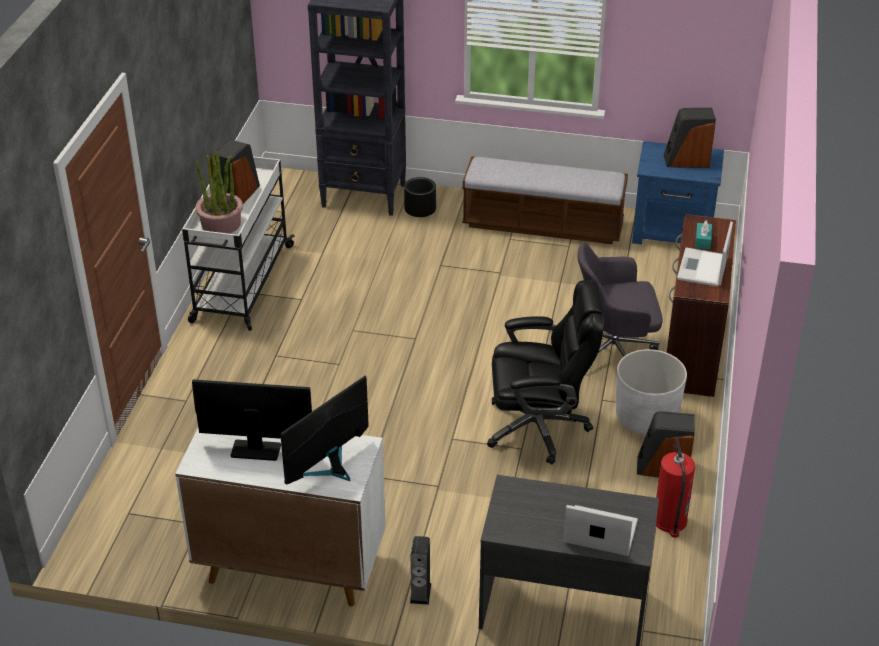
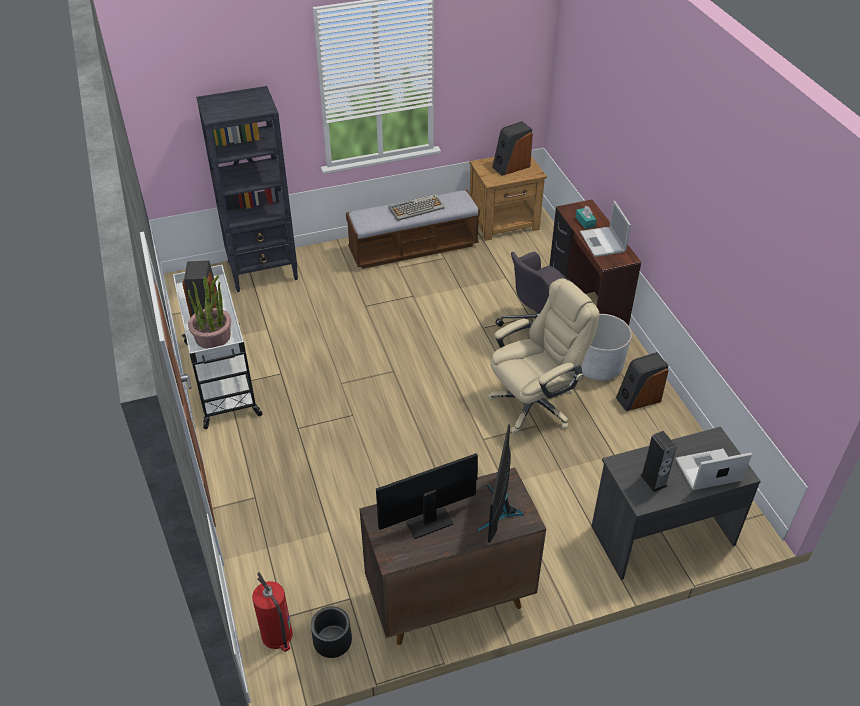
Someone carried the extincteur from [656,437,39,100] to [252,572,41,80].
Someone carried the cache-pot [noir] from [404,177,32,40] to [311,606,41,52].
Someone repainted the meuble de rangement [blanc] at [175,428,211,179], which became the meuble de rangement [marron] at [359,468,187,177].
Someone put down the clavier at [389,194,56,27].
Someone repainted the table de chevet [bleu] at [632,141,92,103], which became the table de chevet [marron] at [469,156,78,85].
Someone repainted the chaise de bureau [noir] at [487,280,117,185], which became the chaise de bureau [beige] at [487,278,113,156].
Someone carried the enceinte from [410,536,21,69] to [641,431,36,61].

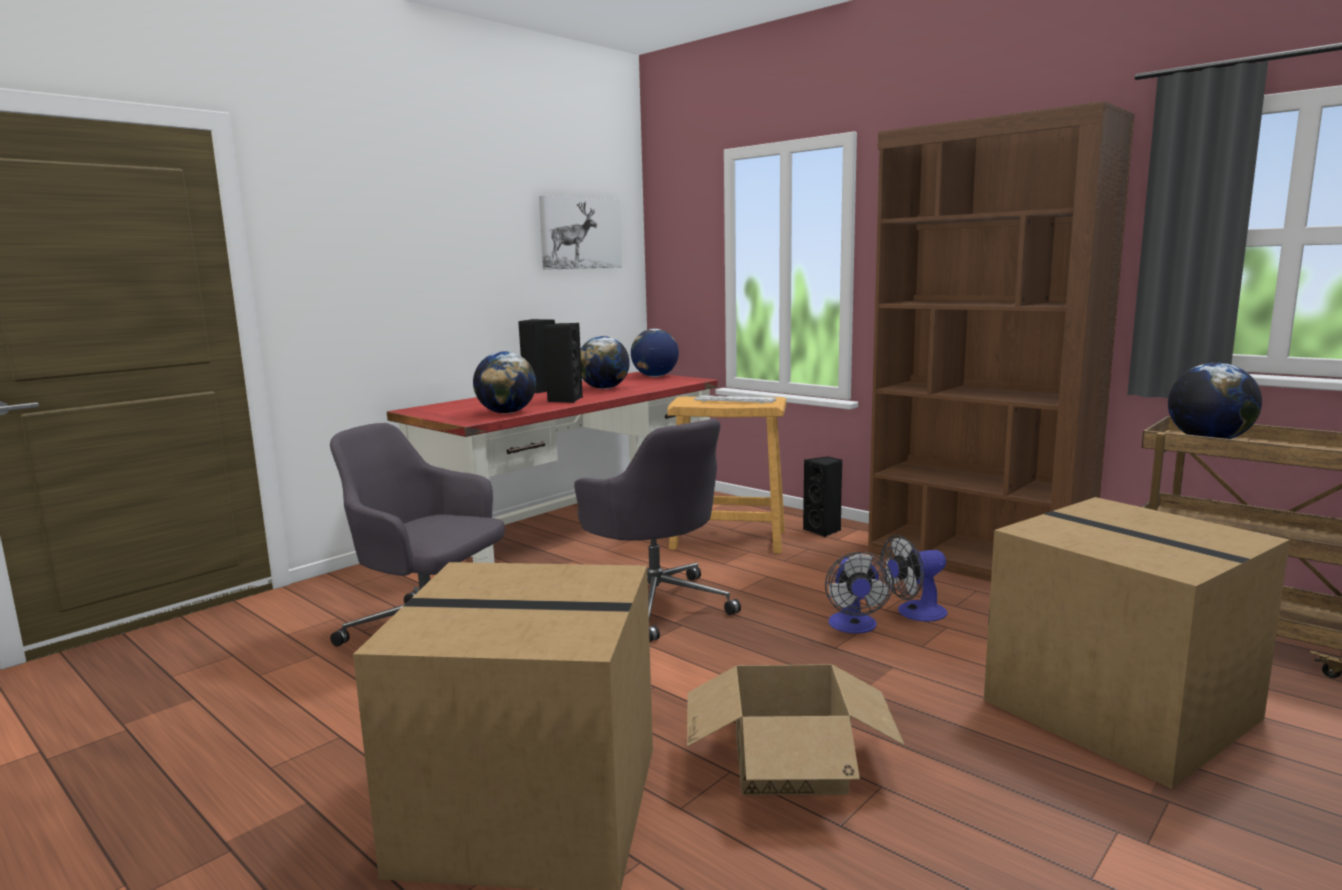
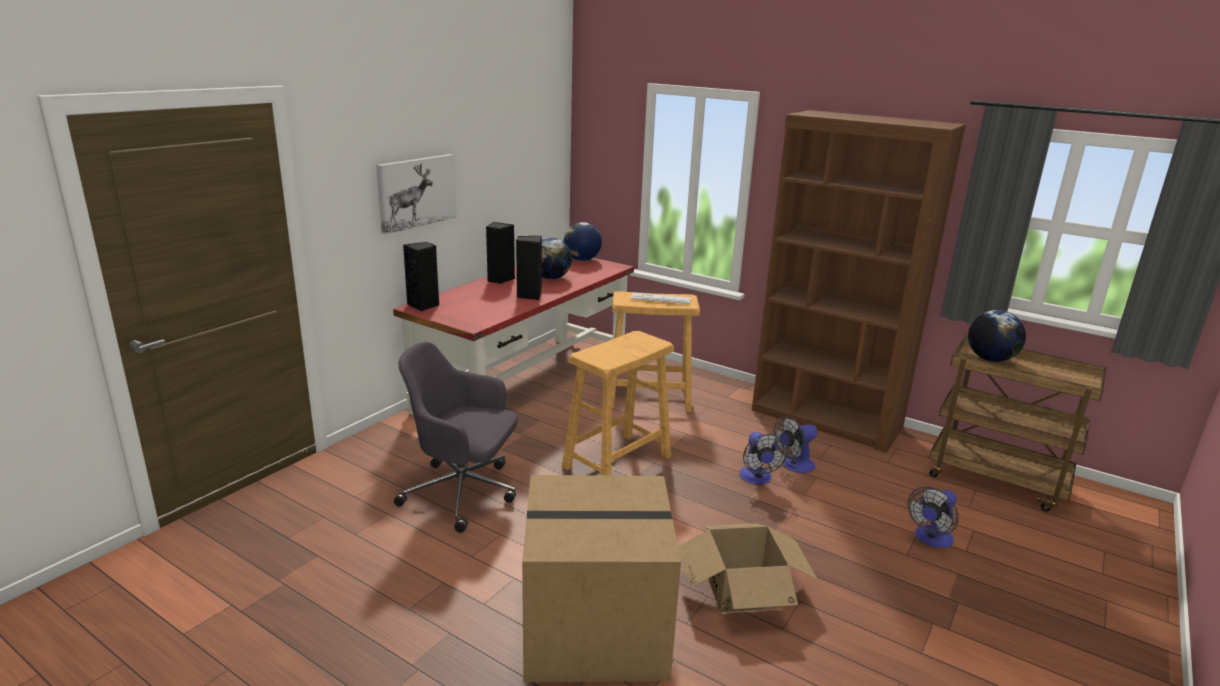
Someone carried the tableau from [539,196,83,74] to [376,154,81,80].
Someone carried the enceinte [noir] from [803,456,39,81] to [403,242,36,69].
Someone swapped the chaise de bureau [gris] at [574,419,167,223] for the tabouret [beige] at [562,331,112,145].
Someone swapped the carton at [984,497,306,292] for the ventilateur at [908,487,51,61].
Someone took away the globe at [473,351,63,63].

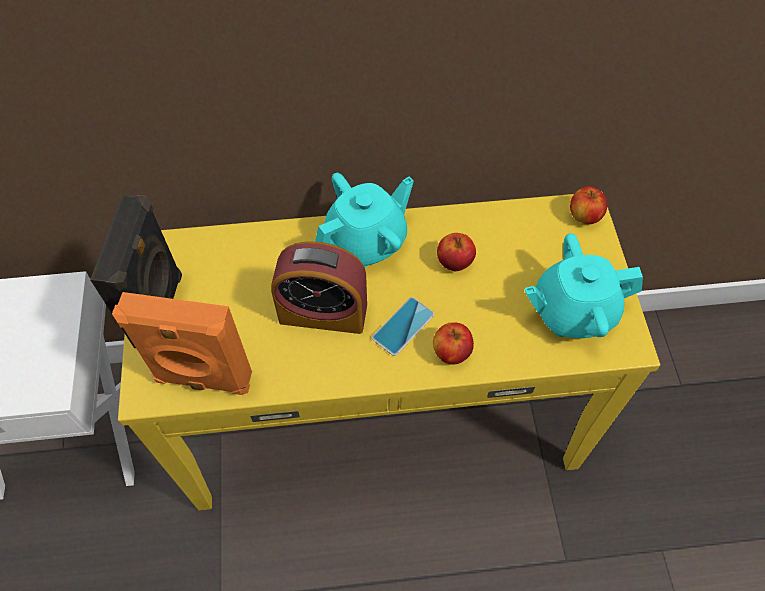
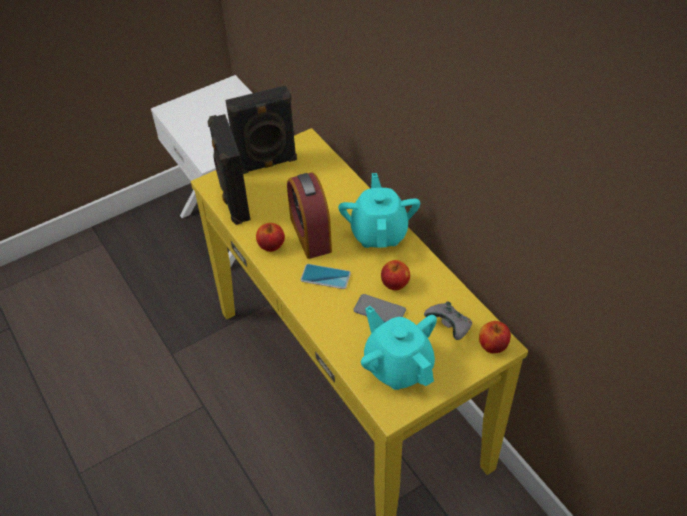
Someone repainted the enceinte [orange] at [112,292,140,103], which became the enceinte [noir] at [208,114,42,111].
Someone carried the pomme from [433,322,41,43] to [256,223,29,29].
Someone rotated the théière [turquoise] at [315,173,99,95] by 120 degrees counterclockwise.
Someone put down the téléphone at [353,294,53,28].
Someone put down the manette [gris] at [424,301,48,39].

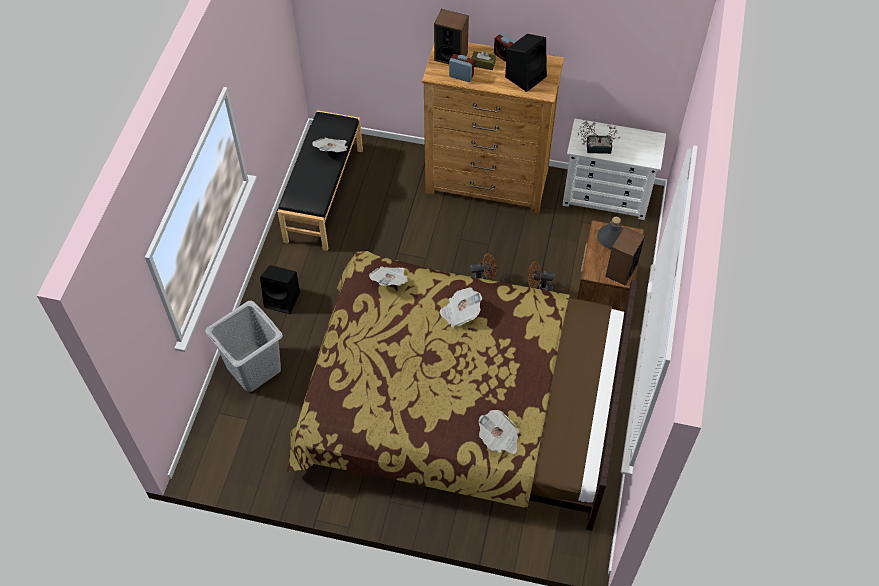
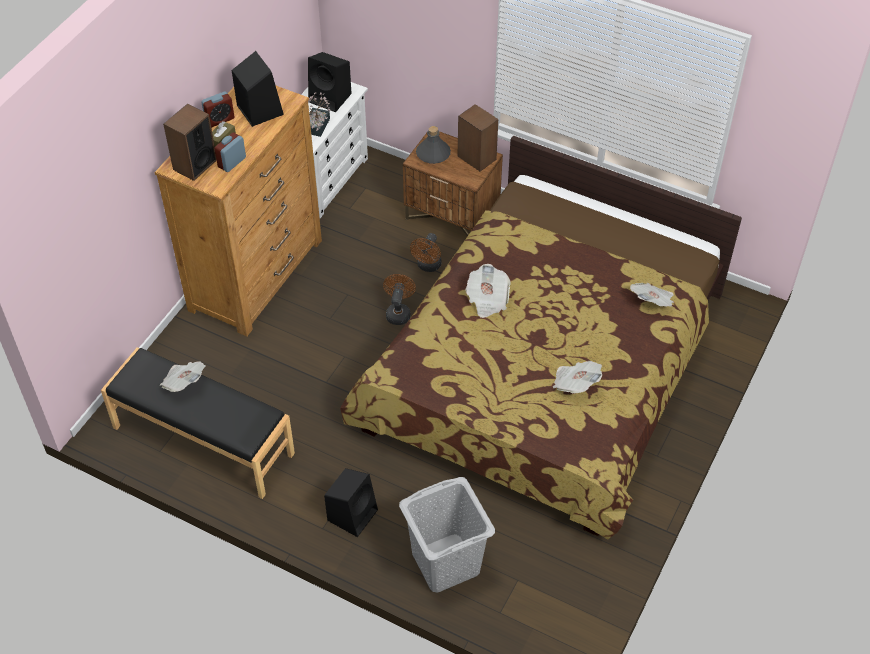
Someone put down the enceinte [noir] at [308,52,44,60].
Someone carried the journal from [369,266,39,20] to [553,361,49,32].

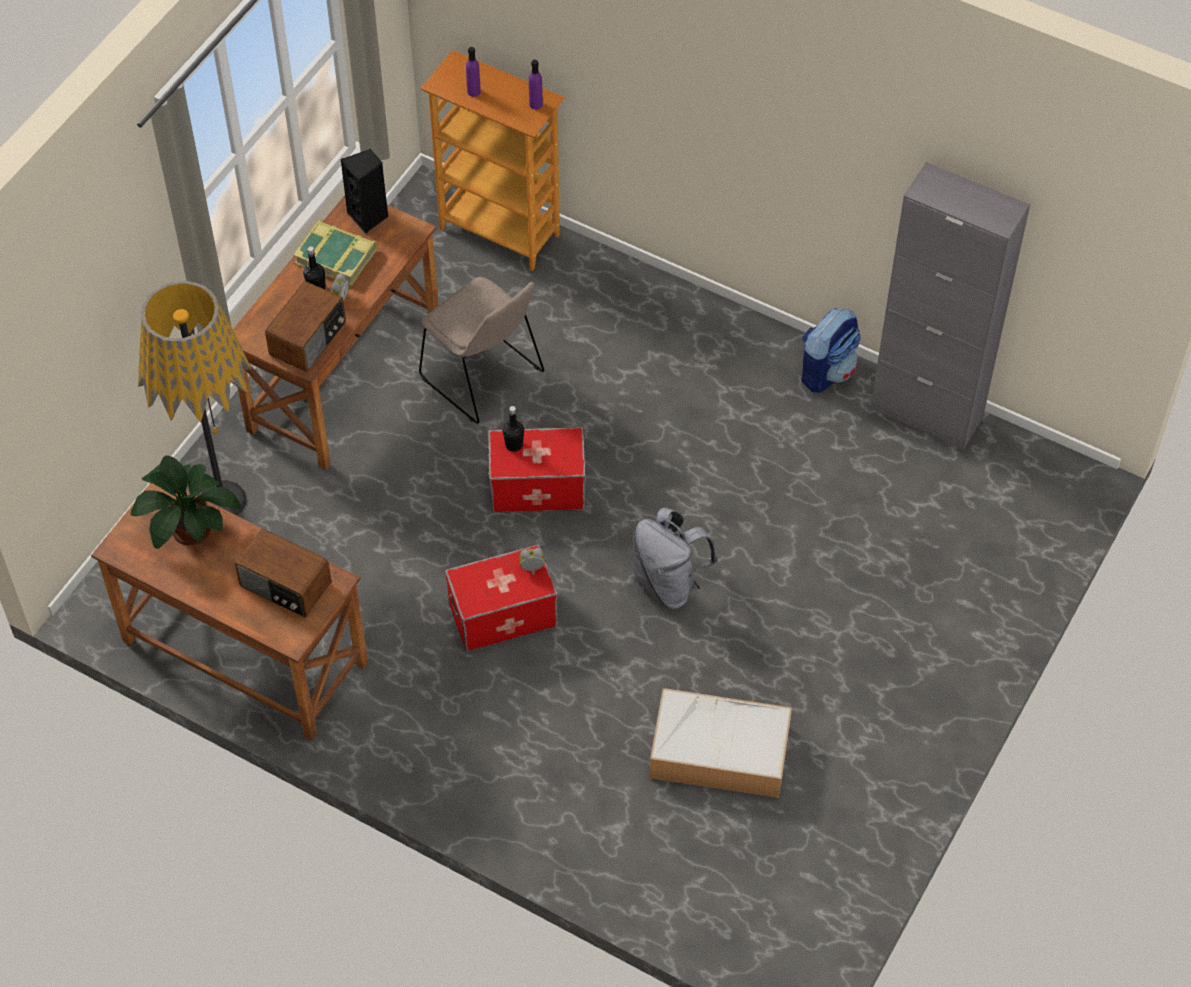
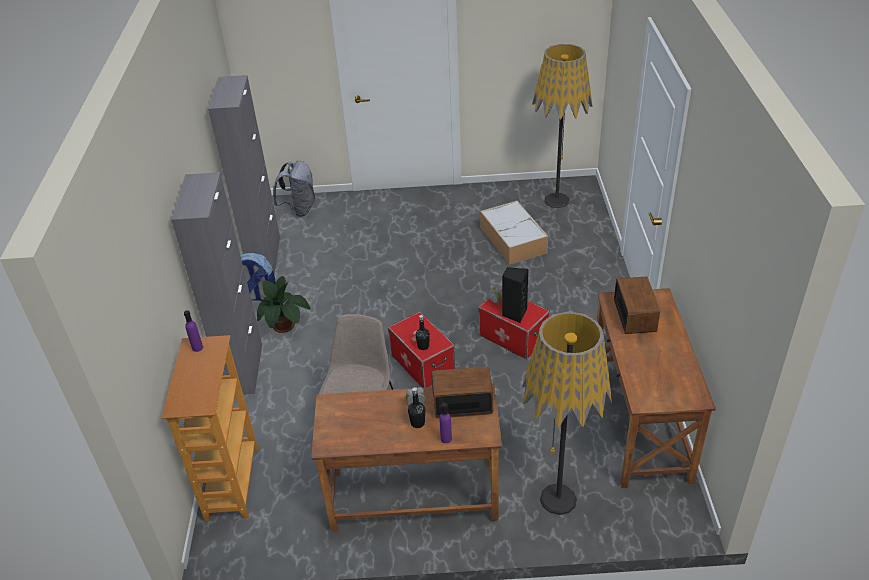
Someone put down the meuble de rangement [gris] at [171,172,91,223].
Someone carried the plante en pot from [131,455,110,94] to [257,276,53,57].
Someone carried the sac à dos [gris] from [633,508,85,101] to [273,161,42,56].
Someone carried the bouteille [violet] from [466,47,15,50] to [440,403,12,40].
Someone carried the enceinte [noir] from [340,149,49,85] to [502,267,26,56].
Someone put down the lampadaire at [532,44,61,164].
Someone took away the livre at [294,220,83,66].

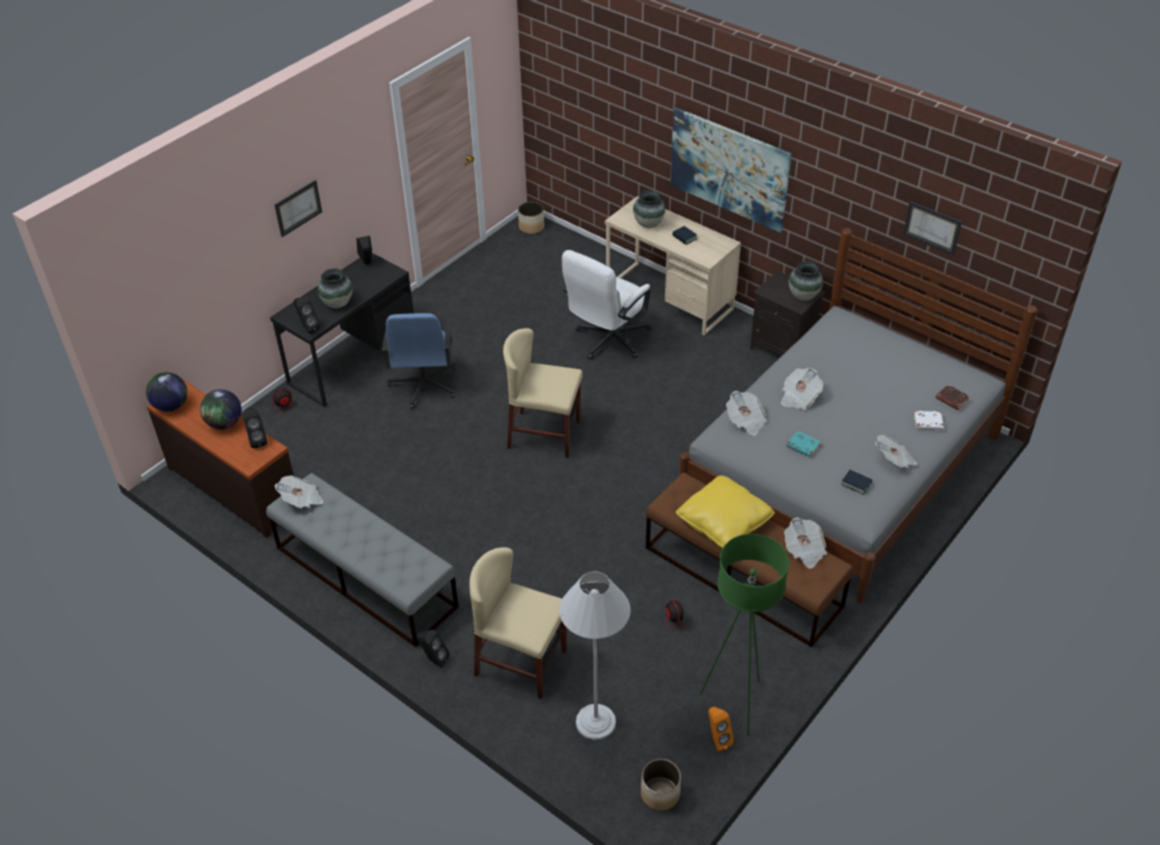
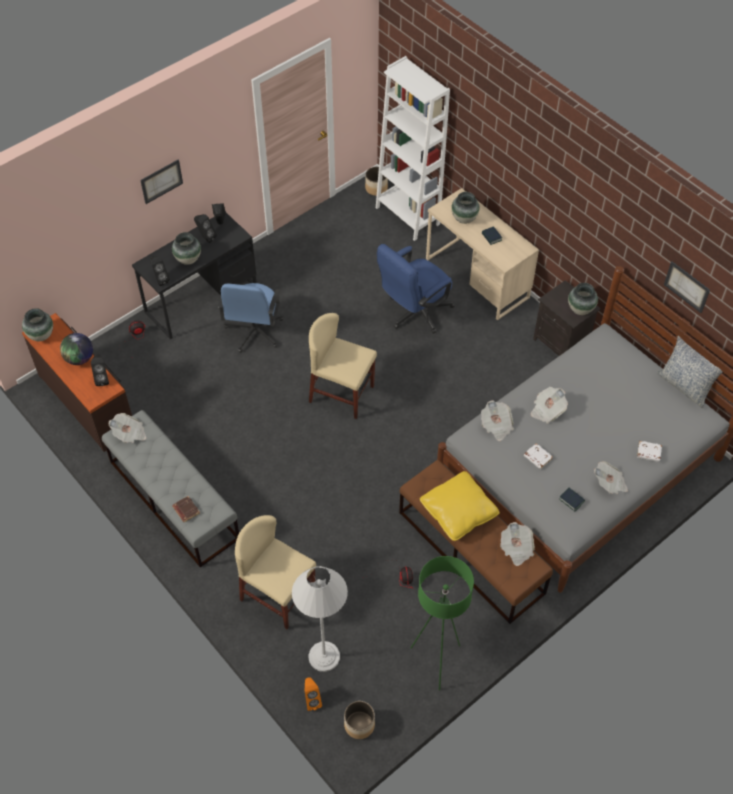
Someone swapped the globe at [146,372,41,40] for the vase at [22,308,31,33].
Someone carried the livre [marron] from [936,385,34,25] to [172,496,28,27].
Someone carried the enceinte [noir] from [417,630,33,38] to [194,214,23,29].
Someone carried the enceinte [orange] from [708,707,26,45] to [305,677,17,34].
Someone put down the bibliothèque [blanc] at [376,56,74,185].
Someone repainted the chaise de bureau [blanc] at [562,250,90,109], which became the chaise de bureau [bleu] at [377,244,78,90].
Someone repainted the livre [turquoise] at [786,431,35,26], which became the livre [blanc] at [524,443,29,26].
Someone put down the coussin at [657,336,66,72].
Someone took away the tableau at [671,108,121,124].

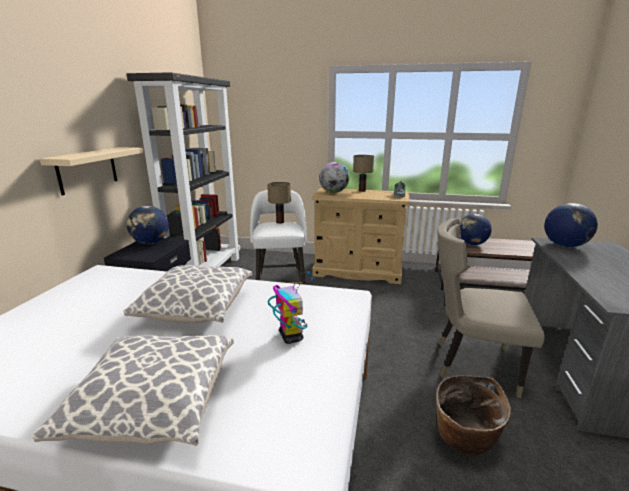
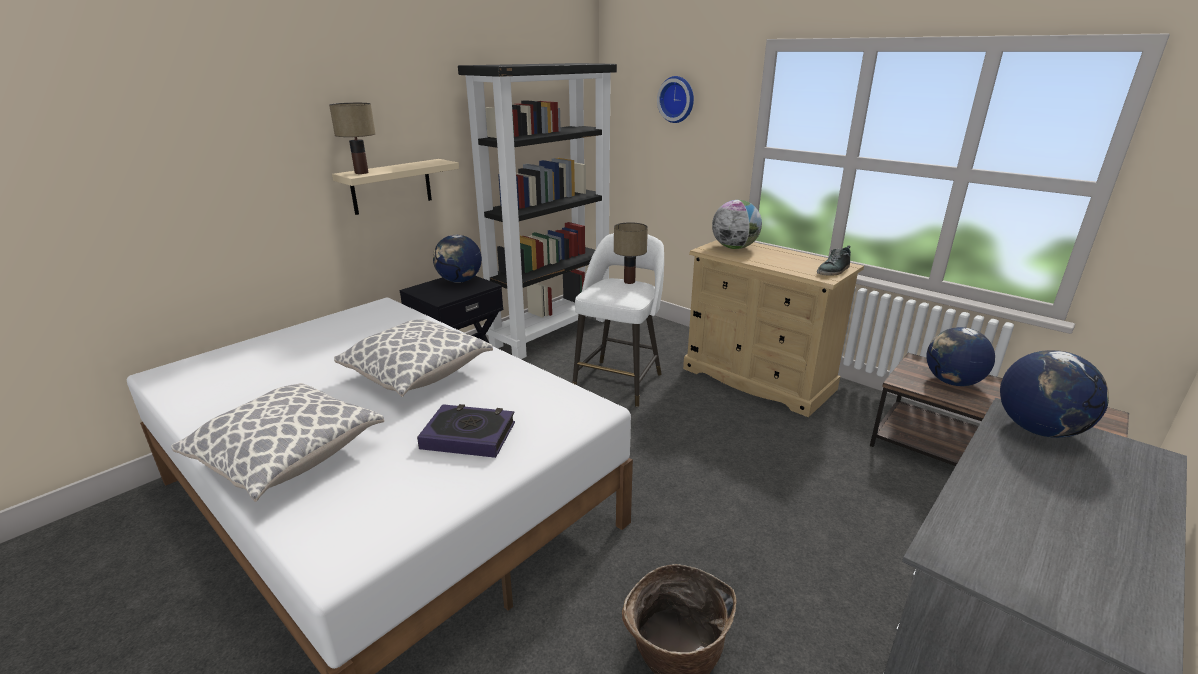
Someone carried the lampe de table from [353,155,21,37] to [329,103,46,71].
Someone swapped the robot jouet at [268,271,46,73] for the livre at [417,404,98,54].
Someone put up the horloge murale at [657,76,37,47].
Someone took away the chaise [beige] at [437,218,108,180].

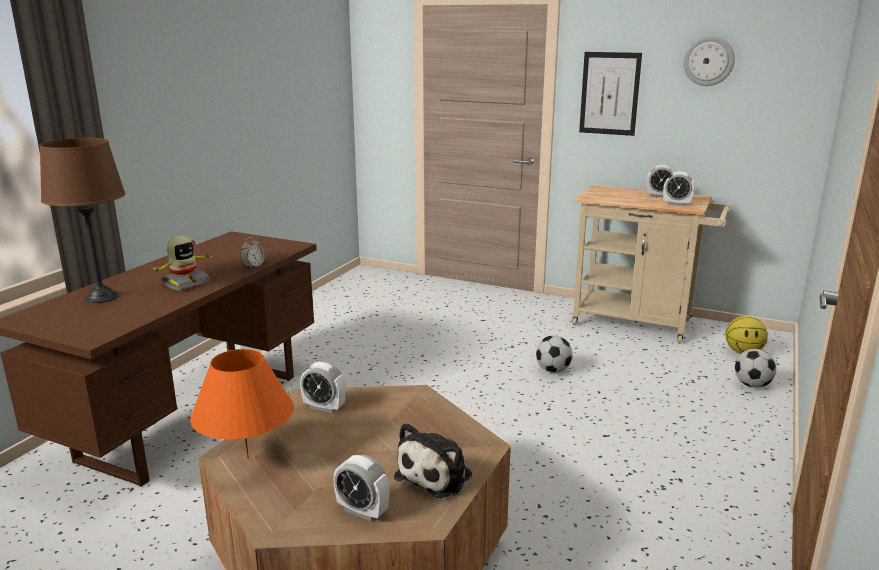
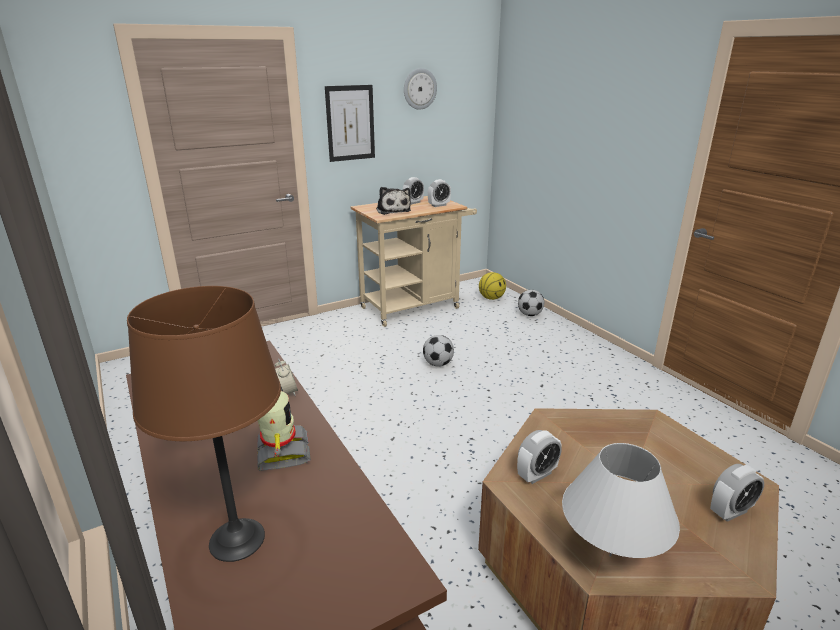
Someone carried the peluche from [394,423,78,75] to [376,187,35,28].
Someone repainted the lampe de table [orange] at [190,349,104,110], which became the lampe de table [blanc] at [562,443,118,115].

